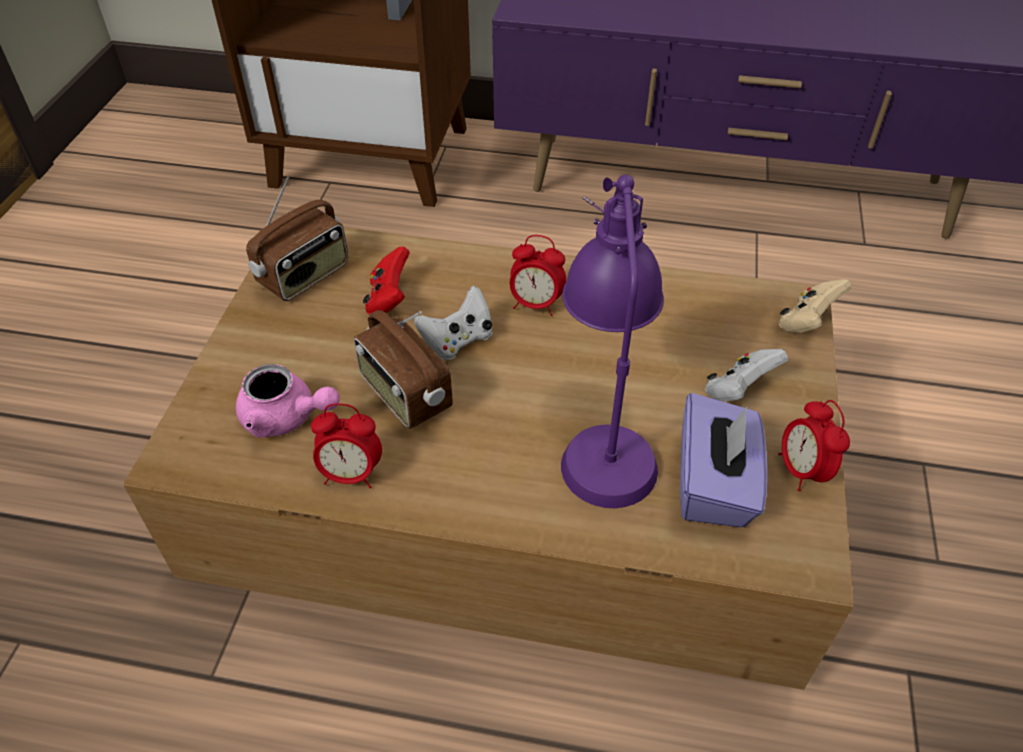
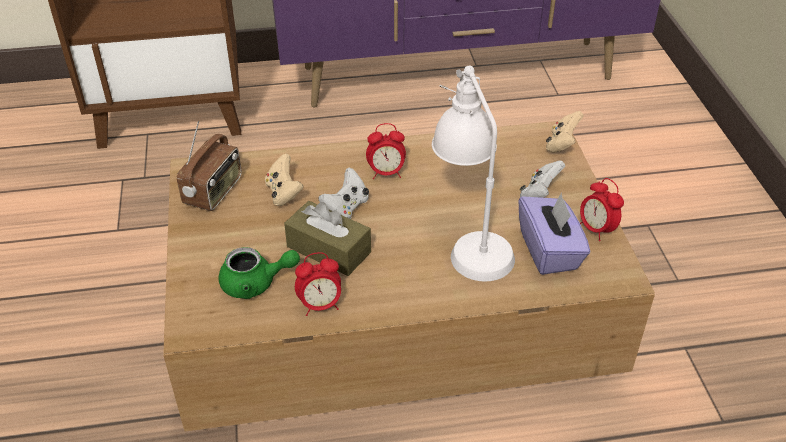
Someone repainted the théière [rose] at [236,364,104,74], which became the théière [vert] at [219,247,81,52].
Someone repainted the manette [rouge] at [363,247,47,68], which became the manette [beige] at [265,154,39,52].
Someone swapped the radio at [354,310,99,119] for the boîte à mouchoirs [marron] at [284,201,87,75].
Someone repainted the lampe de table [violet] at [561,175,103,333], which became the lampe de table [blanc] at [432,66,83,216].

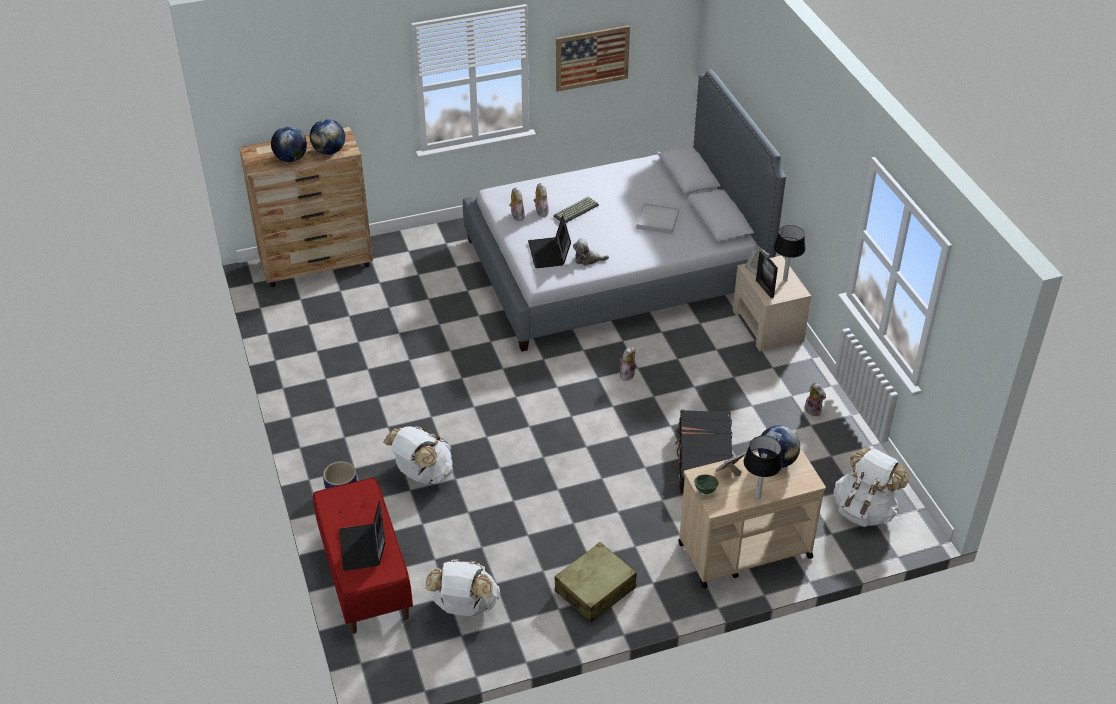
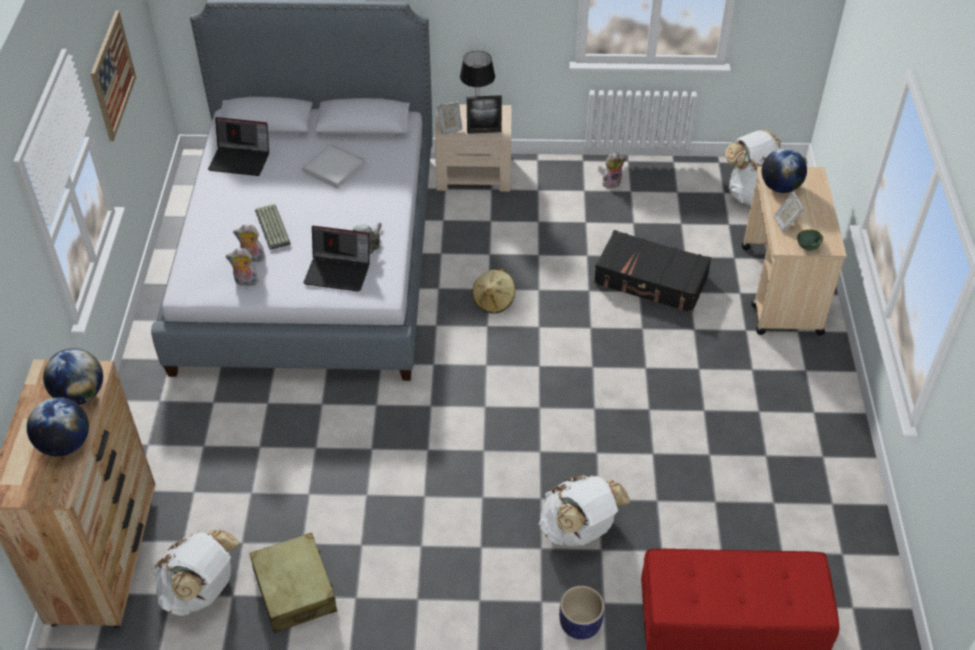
Someone carried the sac à dos [blanc] from [426,559,74,57] to [153,530,86,86].
Someone carried the ordinateur portable from [339,501,46,70] to [208,117,61,59].
Someone carried the valise [beige] from [555,542,81,81] to [249,532,88,101].
Someone swapped the peluche at [620,347,15,34] for the chapeau [beige] at [473,268,42,46].
Someone took away the lampe de table at [744,436,39,63].

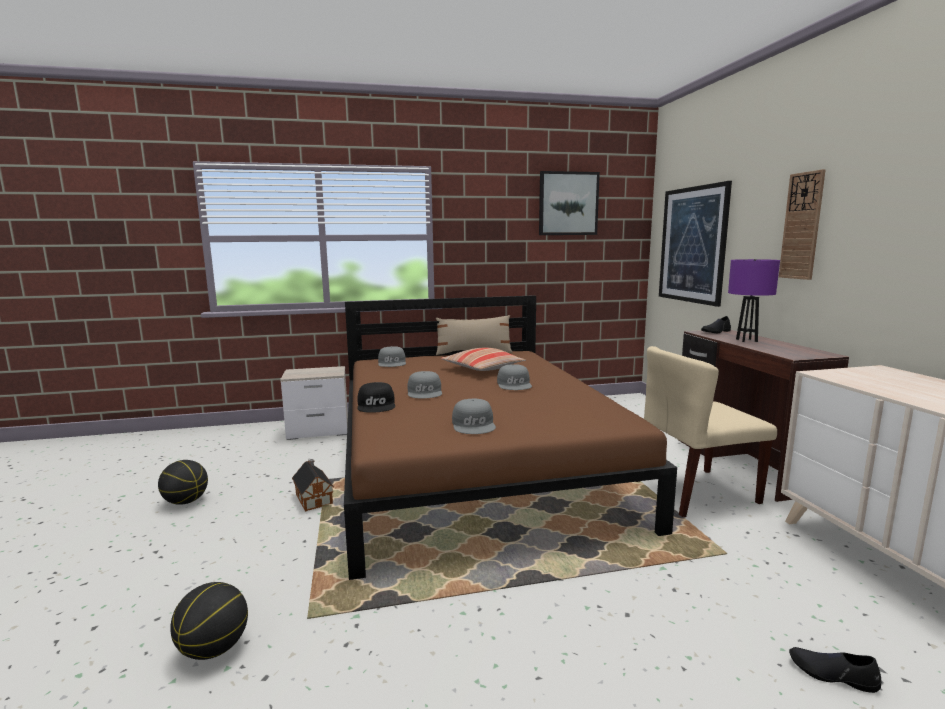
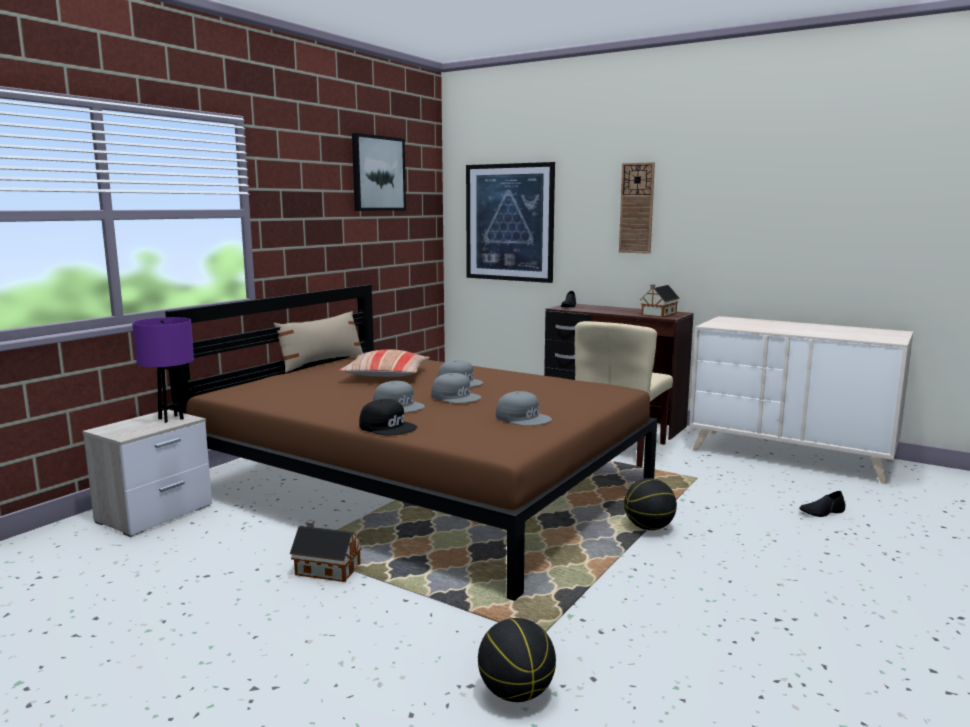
Someone carried the lampe de table [violet] from [728,259,52,83] to [132,317,62,106].
Someone carried the casquette [gris] from [378,346,28,21] to [431,373,51,30].
Someone carried the ballon de basket from [158,460,50,45] to [624,478,53,52].
Someone put down the maison miniature at [640,284,40,33].

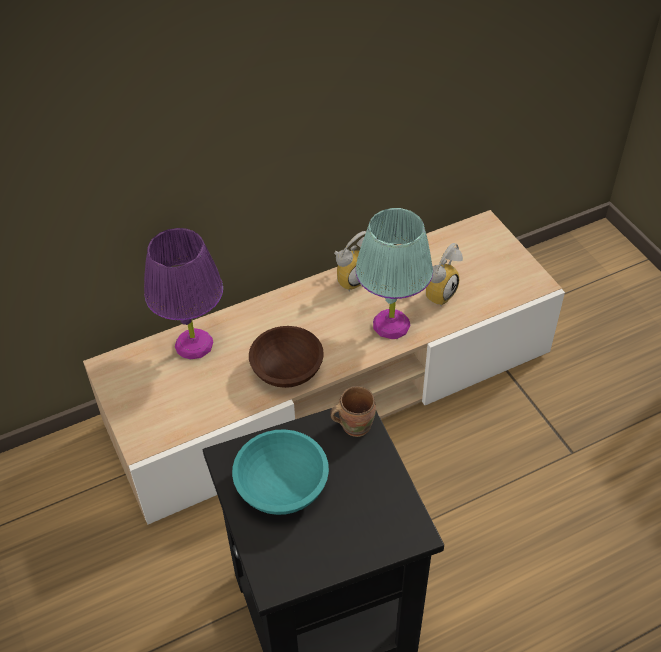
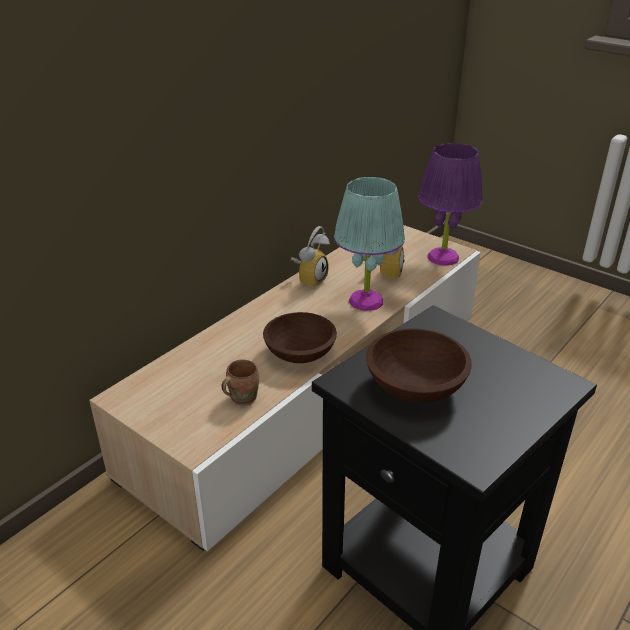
Someone carried the mug [marron] from [330,386,46,51] to [221,360,38,46].
Someone repainted the bol [turquoise] at [232,429,97,86], which became the bol [marron] at [366,328,106,75].
Someone carried the lampe de table [violet] from [144,228,79,131] to [418,143,65,123].

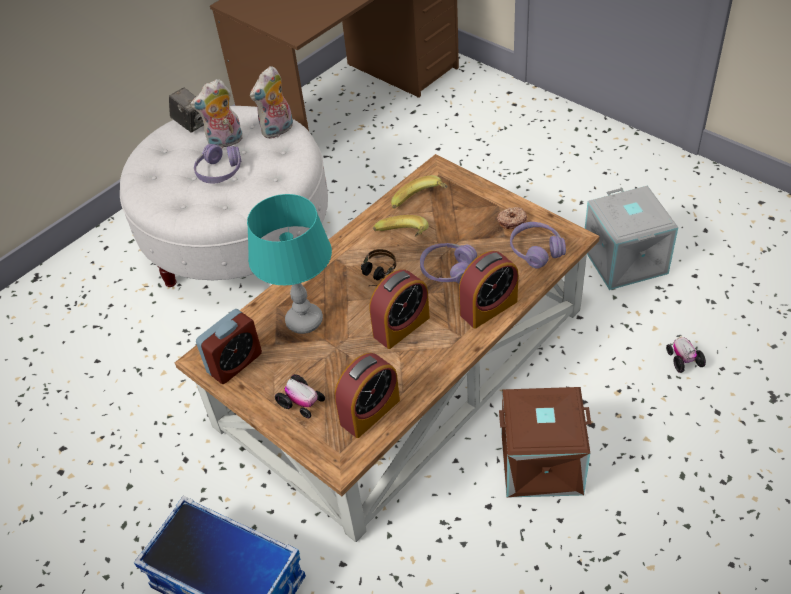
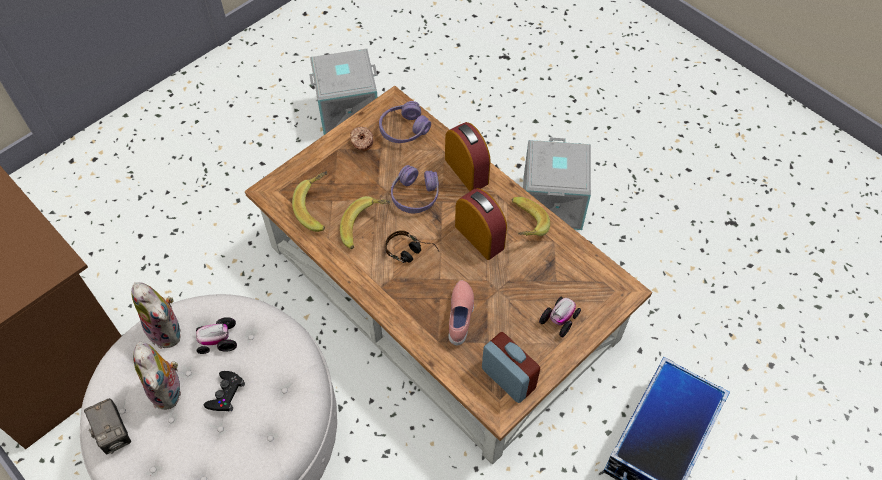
Someone rotated the appareil photo at [169,87,35,45] by 105 degrees clockwise.
Someone carried the petite voiture from [666,337,40,36] to [196,317,41,37].
Someone swapped the casque audio [violet] at [194,144,47,40] for the manette [noir] at [204,371,41,40].
Someone swapped the lampe de table [turquoise] at [247,194,85,140] for the chaussure [rose] at [449,280,25,65].
Someone put down the banane at [512,197,38,39].
Someone repainted the boîte de rangement [marron] at [499,387,92,111], which became the boîte de rangement [gris] at [523,137,68,93].
Someone took away the réveil at [335,353,65,85].

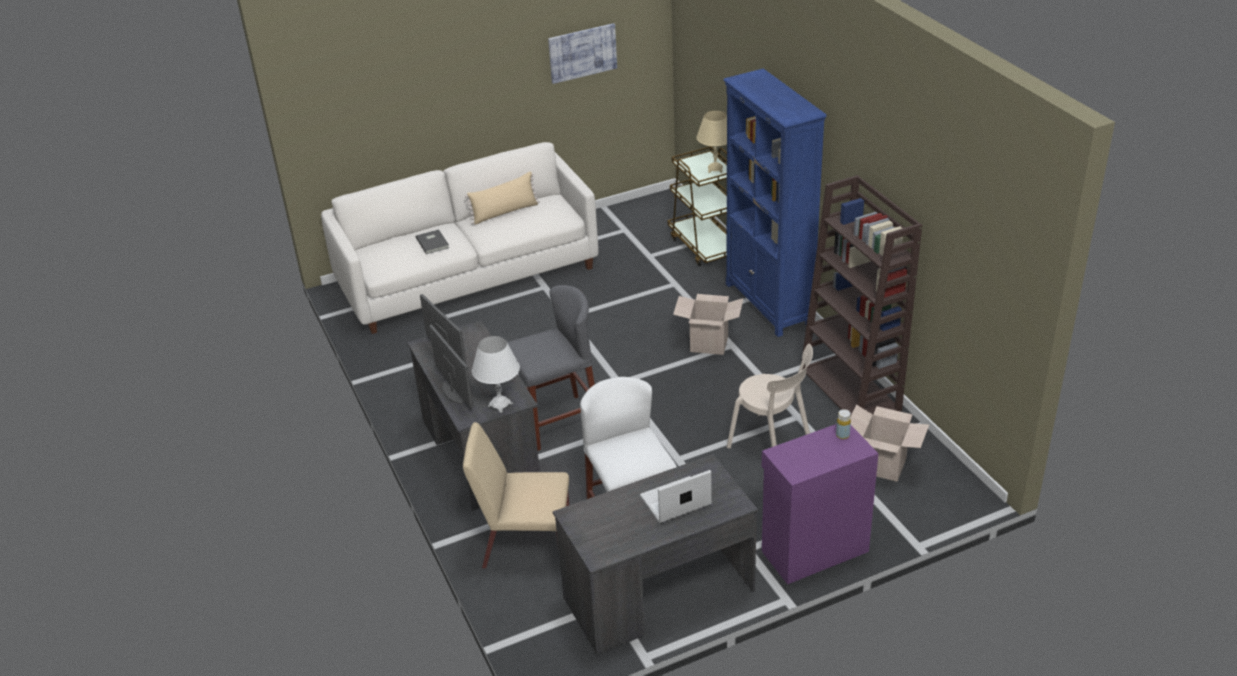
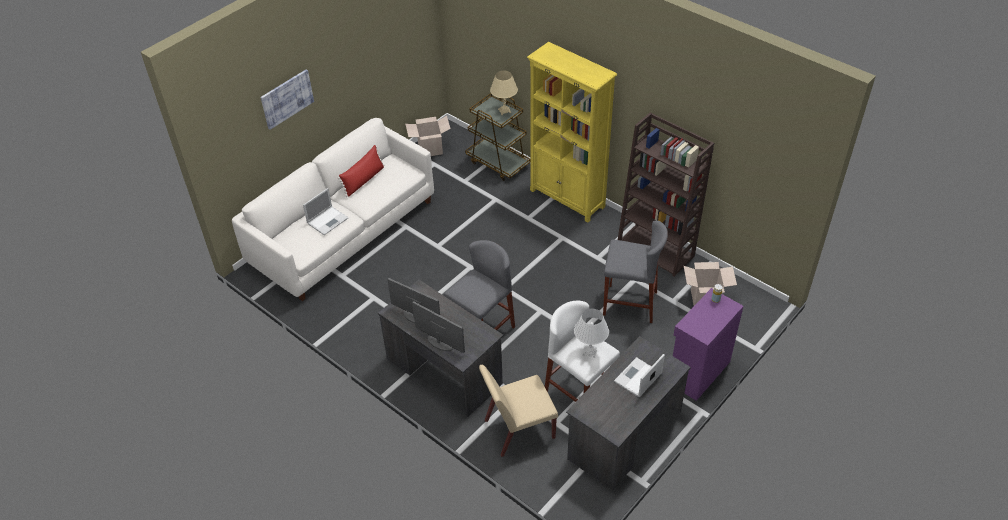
Someone carried the tableau from [548,23,69,61] to [261,69,53,61].
Someone swapped the livre [gris] at [416,229,33,25] for the ordinateur portable at [303,188,46,47].
Someone repainted the coussin [beige] at [465,171,75,54], which became the coussin [rouge] at [338,145,46,52].
Someone carried the carton from [673,294,71,61] to [405,116,46,40].
Someone repainted the bibliothèque [bleu] at [723,68,104,269], which became the bibliothèque [jaune] at [527,42,90,181].
Someone carried the lampe de table [blanc] from [472,336,48,77] to [574,309,35,49].
Someone swapped the chaise [beige] at [727,344,86,104] for the tabouret [gris] at [603,220,65,103].

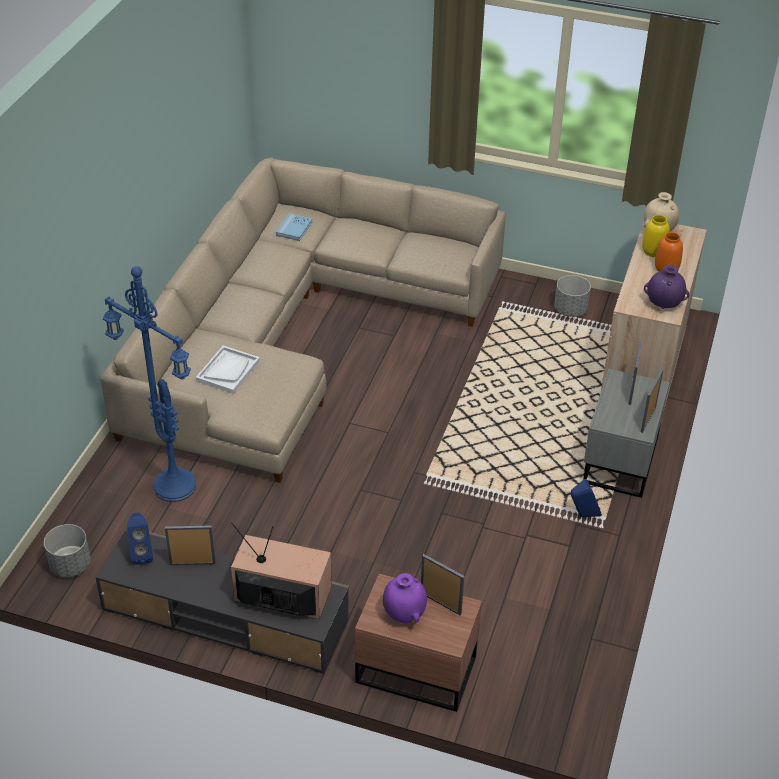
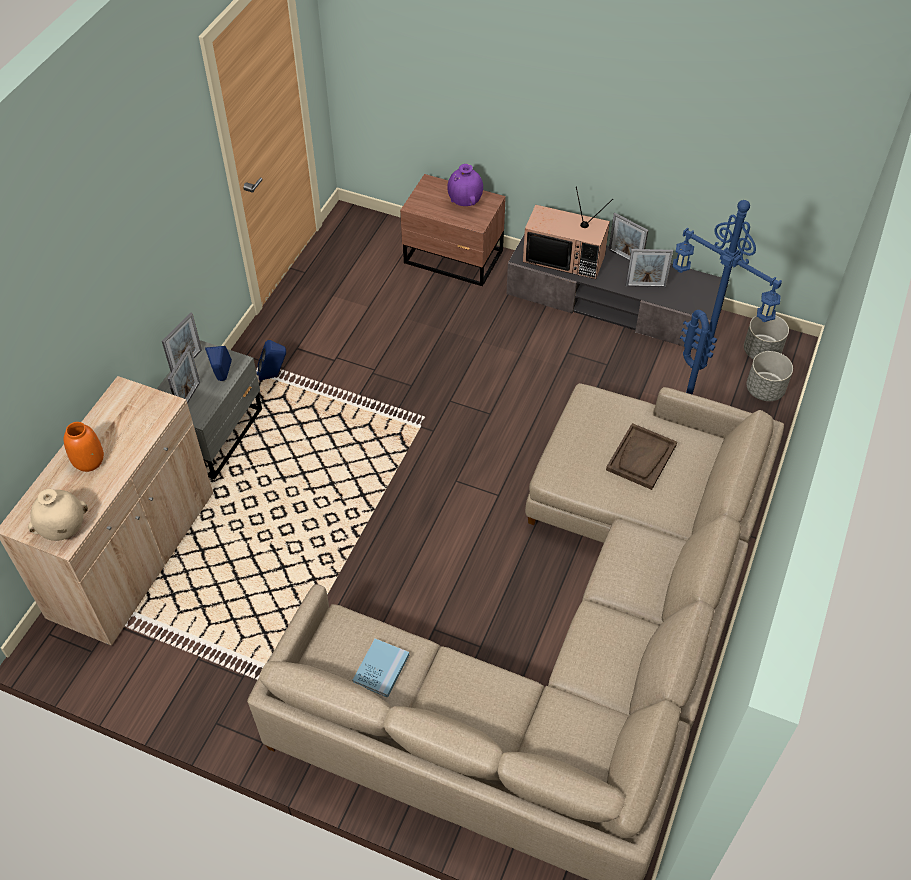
Someone carried the enceinte [bleu] from [127,512,26,53] to [205,346,27,35].
Someone carried the livre [bleu] from [276,214,36,27] to [352,639,57,59].
Someone repainted the plateau [blanc] at [196,345,64,49], which became the plateau [marron] at [606,423,71,67].
Someone carried the cadre photo from [421,554,44,61] to [609,213,39,48].
Someone carried the cache-pot [gris] from [554,275,37,42] to [747,351,46,50].
Someone took away the vase [jaune] at [642,215,28,42].
Someone took away the vase [violet] at [644,264,45,45].

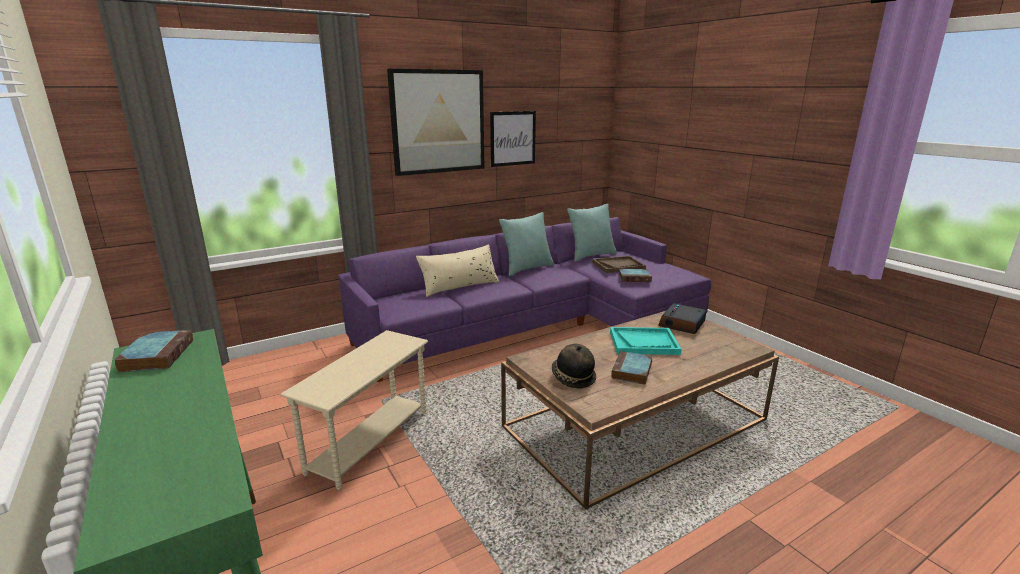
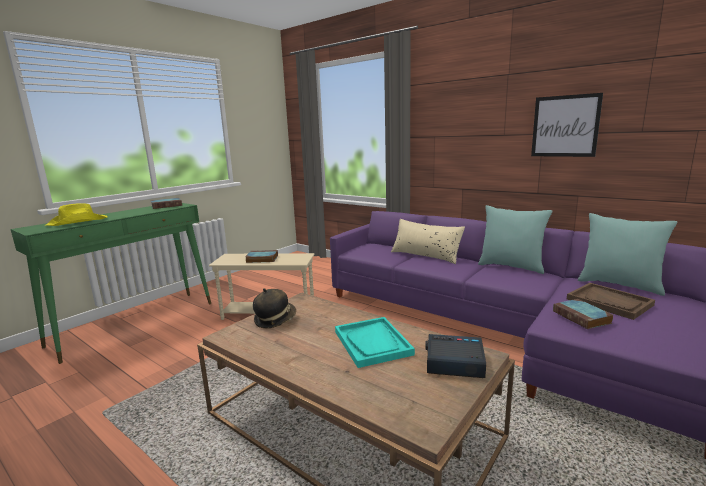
Someone put down the chapeau [jaune] at [45,203,63,23].
Someone carried the livre from [611,351,41,34] to [245,250,33,13].
Someone took away the tableau at [387,69,97,107].

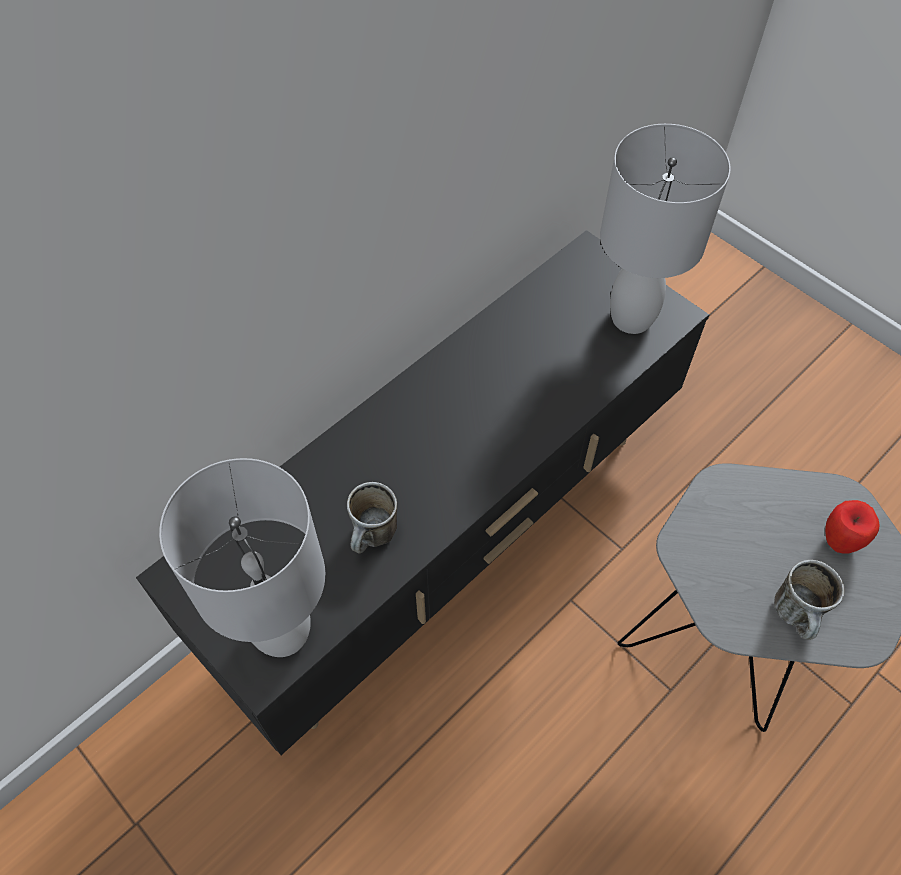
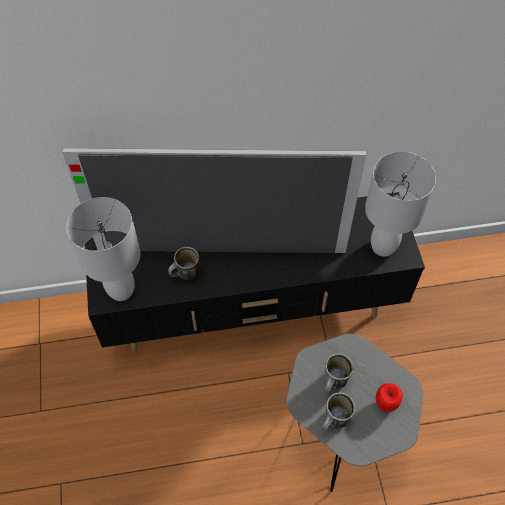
Someone put down the téléviseur at [63,148,304,105].
Someone put down the mug at [324,354,30,39].

